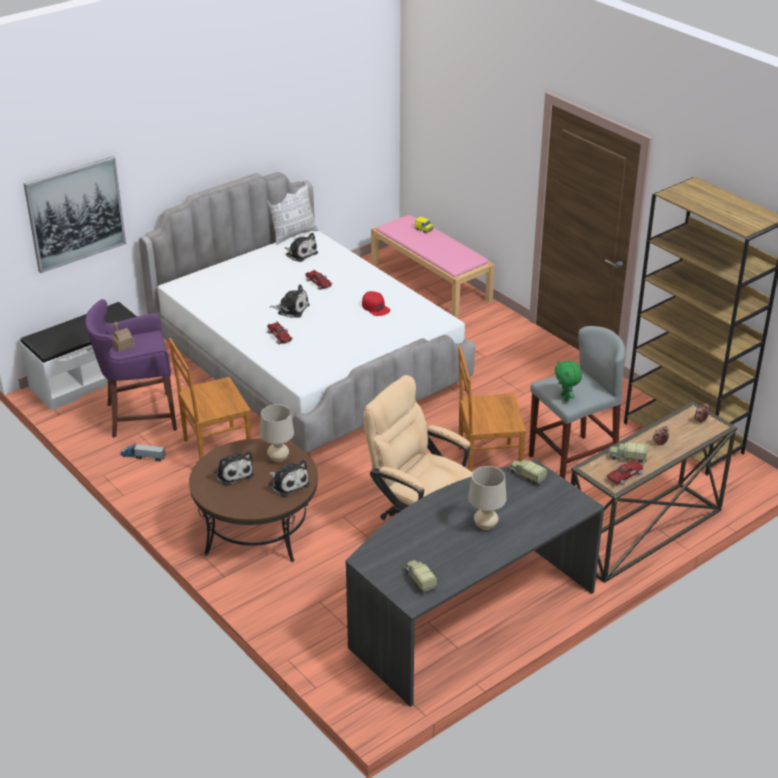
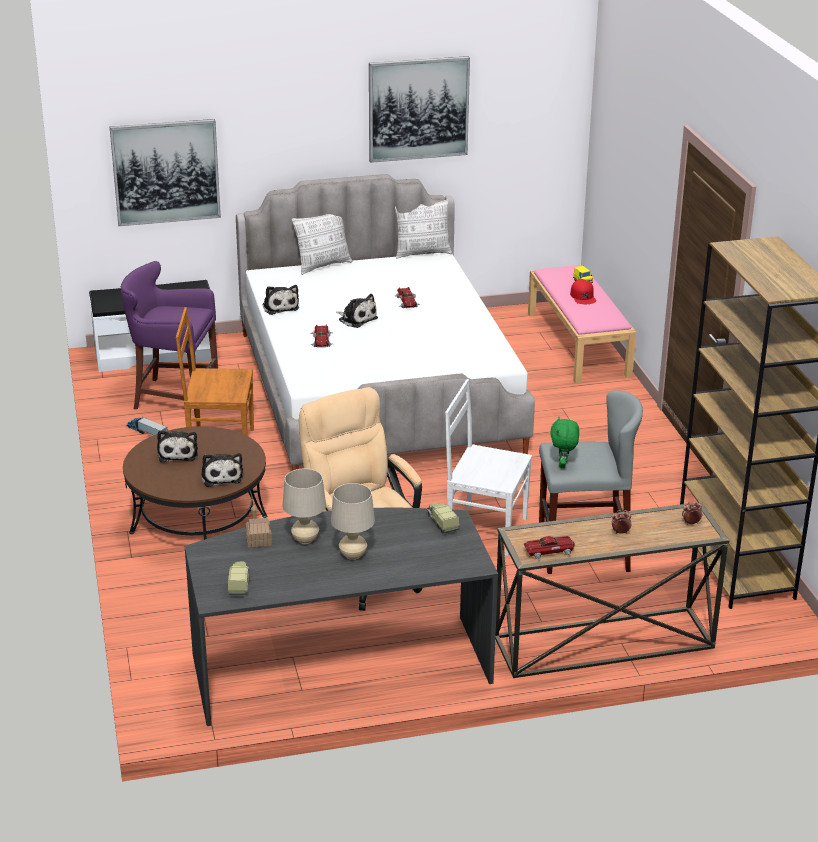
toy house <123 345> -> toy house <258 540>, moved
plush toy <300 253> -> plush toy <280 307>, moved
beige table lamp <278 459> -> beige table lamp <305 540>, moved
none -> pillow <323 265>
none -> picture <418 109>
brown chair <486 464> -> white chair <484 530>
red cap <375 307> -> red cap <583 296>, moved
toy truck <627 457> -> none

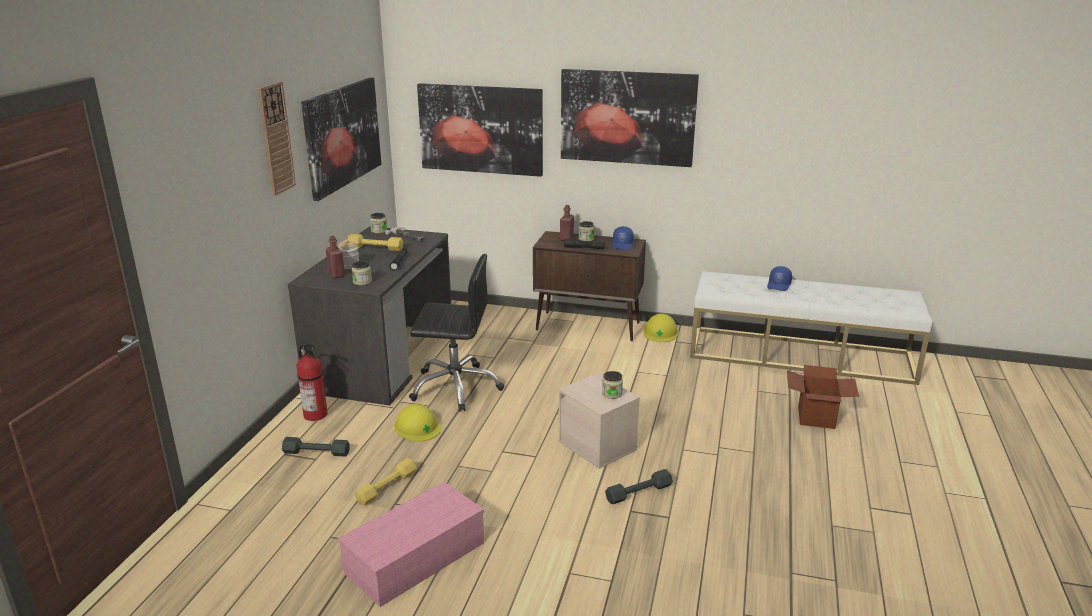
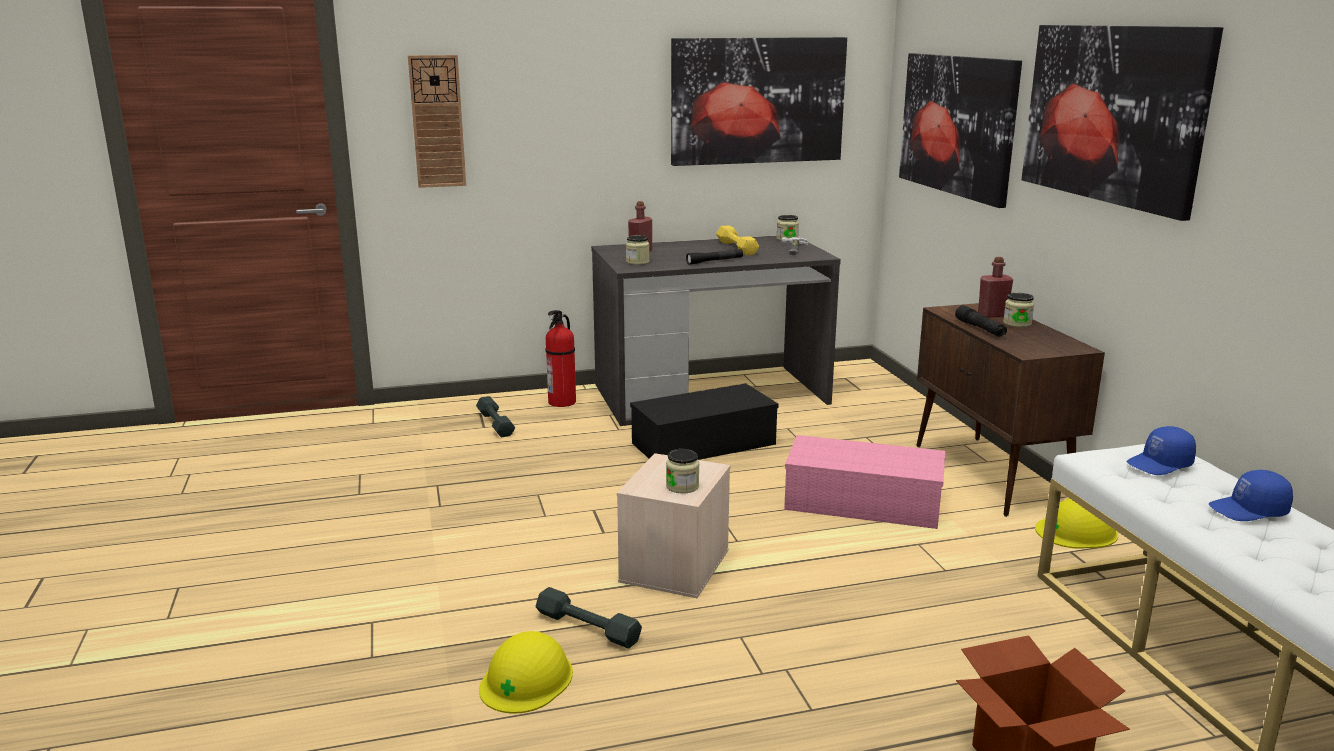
wall clock <276 138> -> wall clock <437 122>, moved
yellow hard hat <417 427> -> yellow hard hat <526 679>, moved
black office chair <456 387> -> black storage box <702 444>
pink storage box <414 559> -> pink storage box <860 503>, moved
blue cap <623 245> -> blue cap <1160 464>, moved
jar <349 266> -> none
yellow dumbbell <386 487> -> none

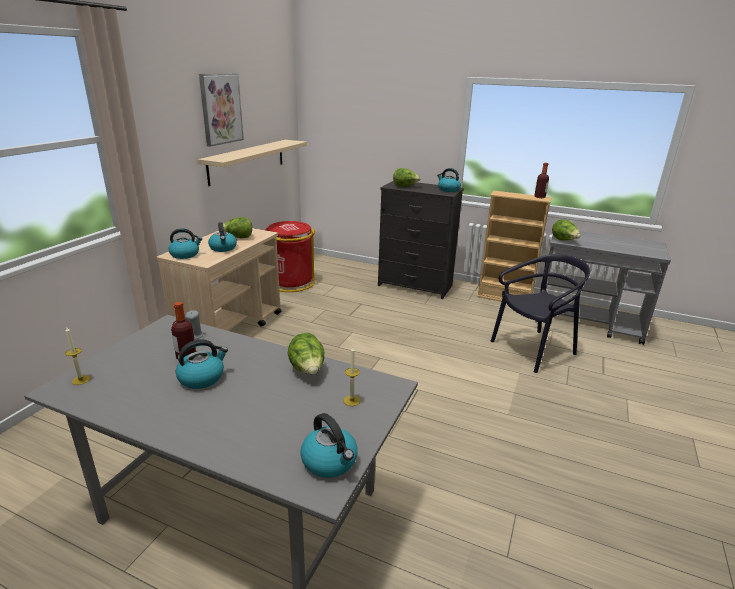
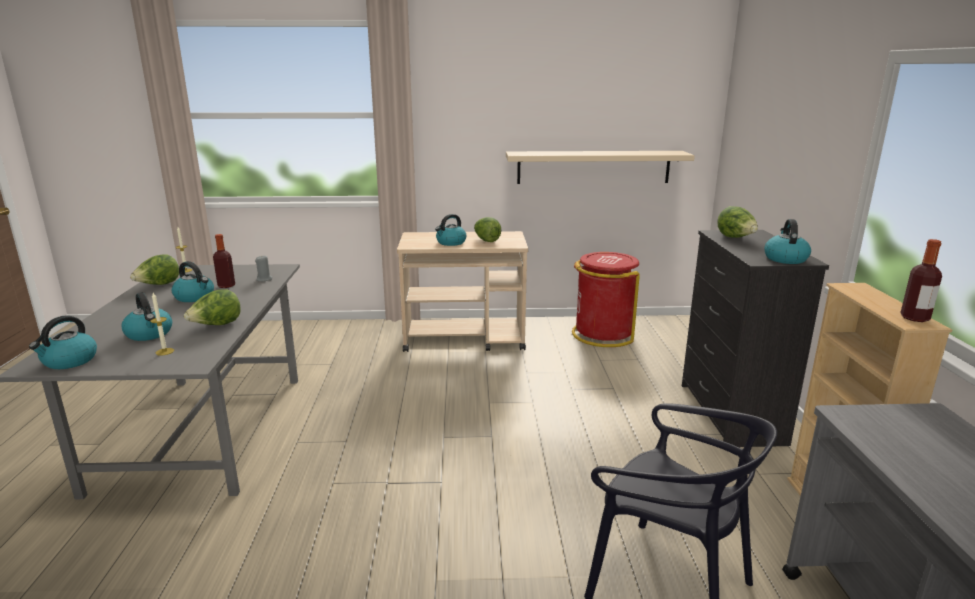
kettle <185 254> -> kettle <149 334>, moved
lettuce <564 240> -> lettuce <159 285>, moved
picture <221 109> -> none

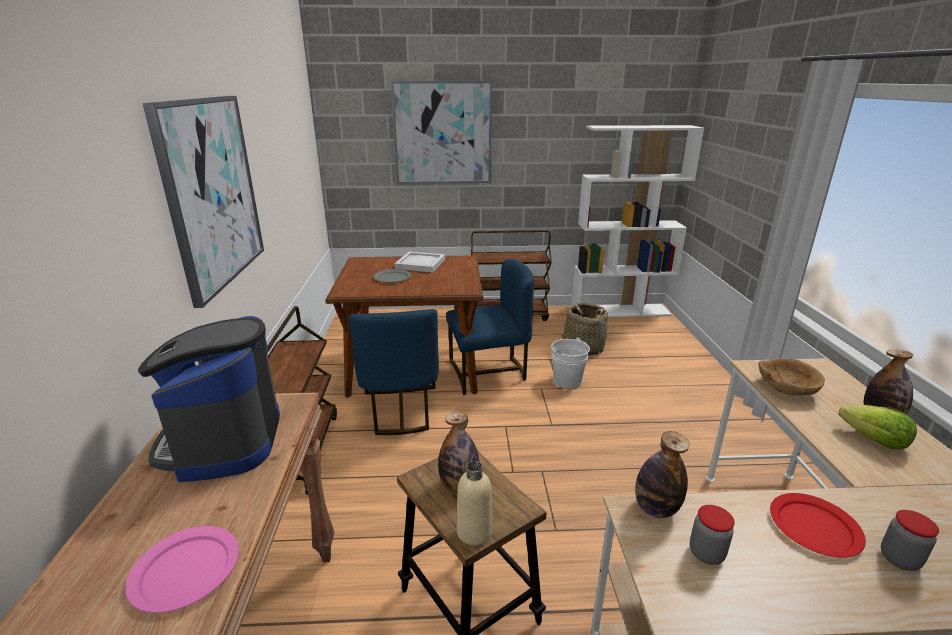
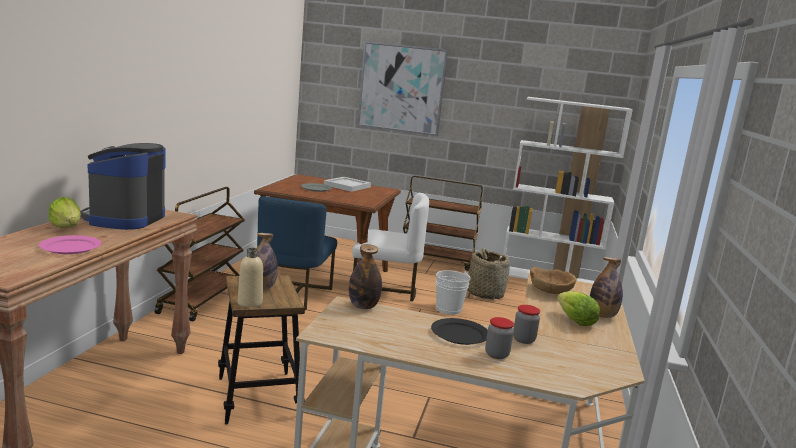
none -> lettuce <67 227>
blue chair <488 373> -> white chair <384 290>
red plate <814 527> -> black plate <459 334>
jar <706 553> -> jar <523 340>, moved
picture <212 193> -> none

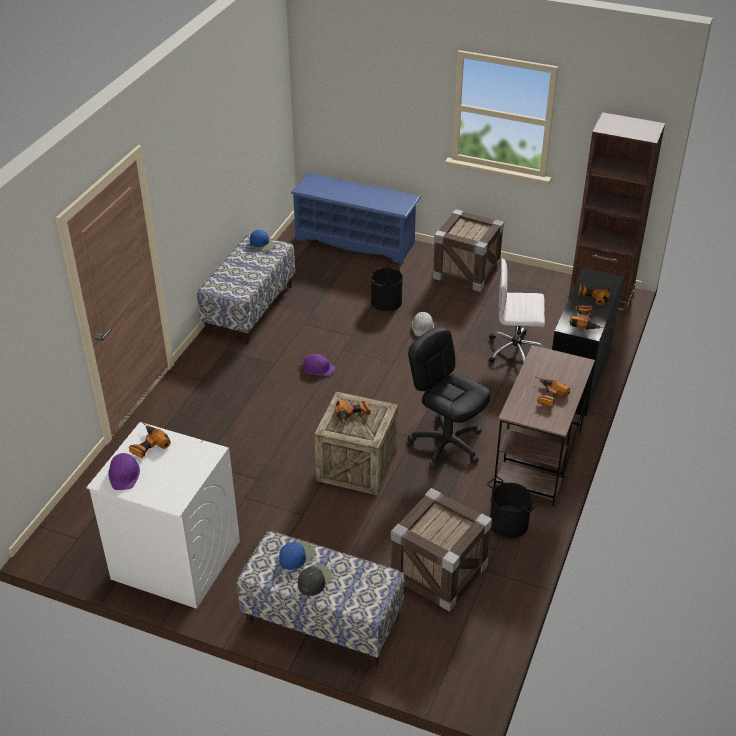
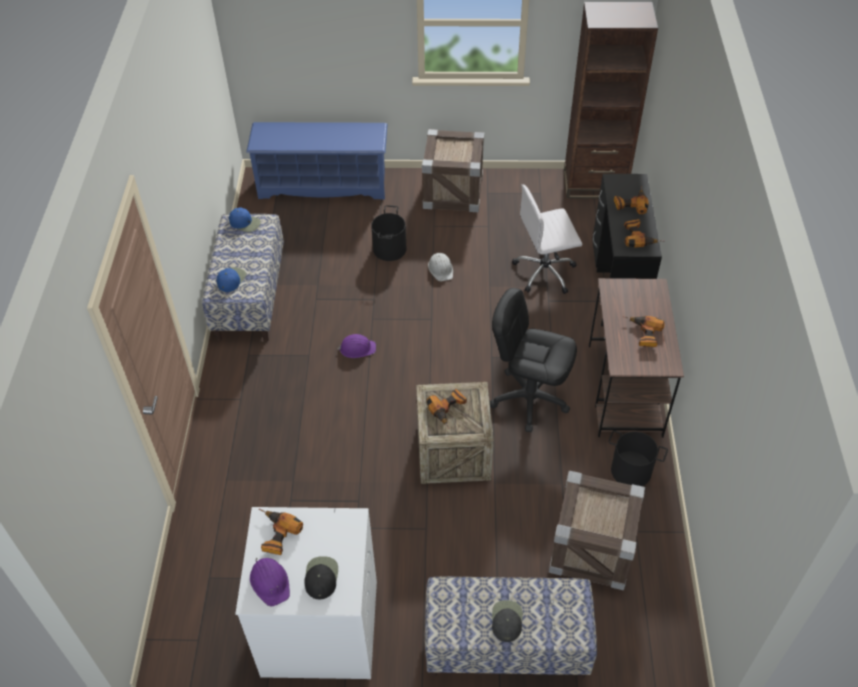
blue cap <296 555> -> blue cap <231 279>, moved
none -> black cap <321 577>

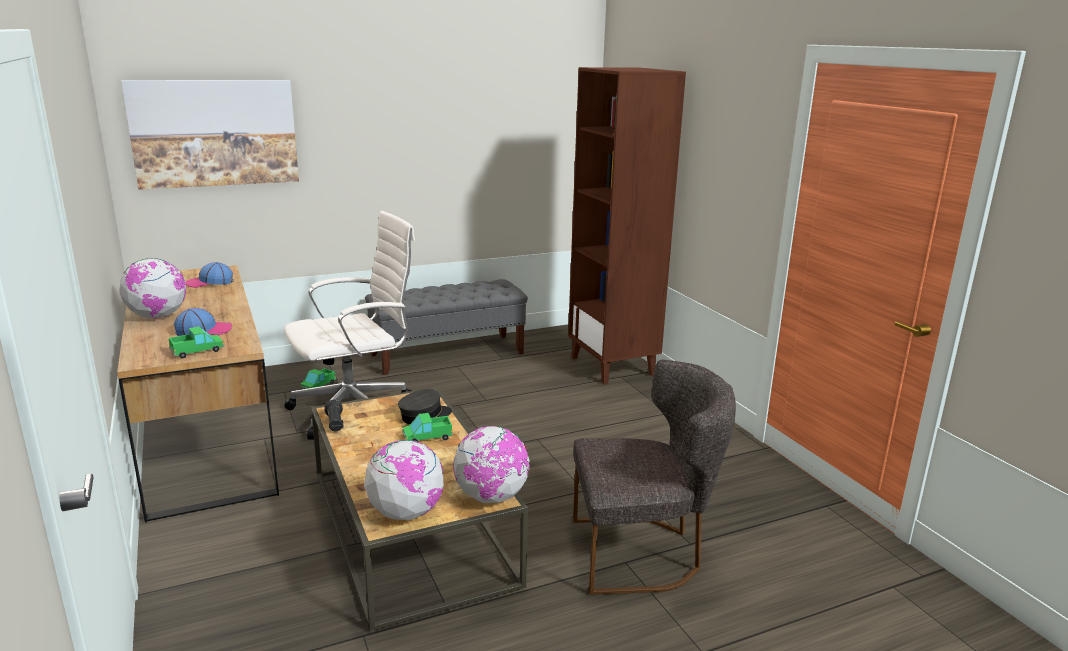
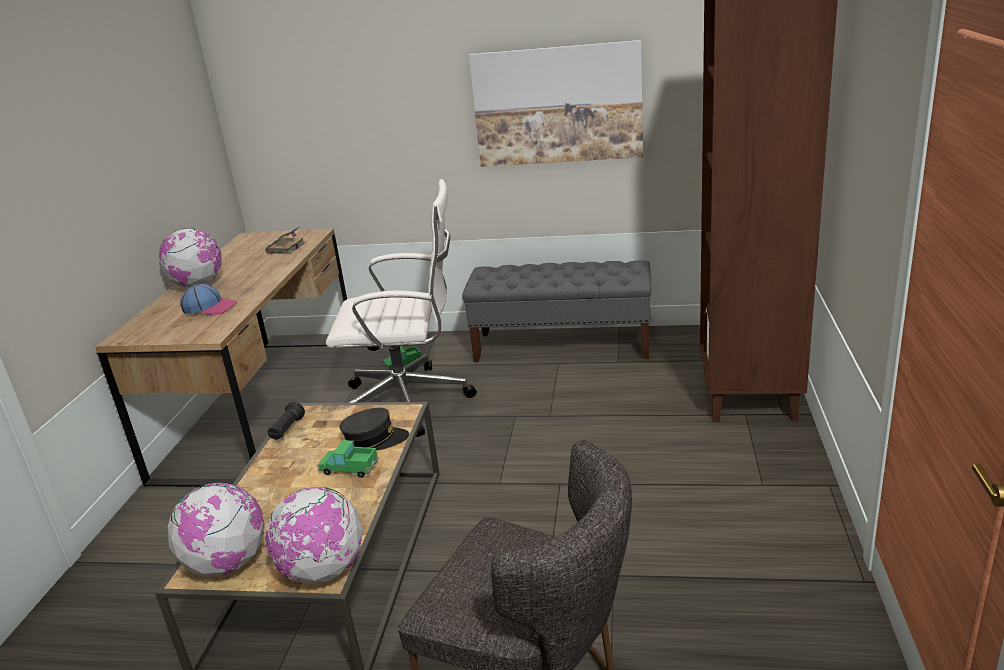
cap <210 282> -> book <285 248>
picture <215 133> -> picture <557 105>, moved
toy truck <197 351> -> none

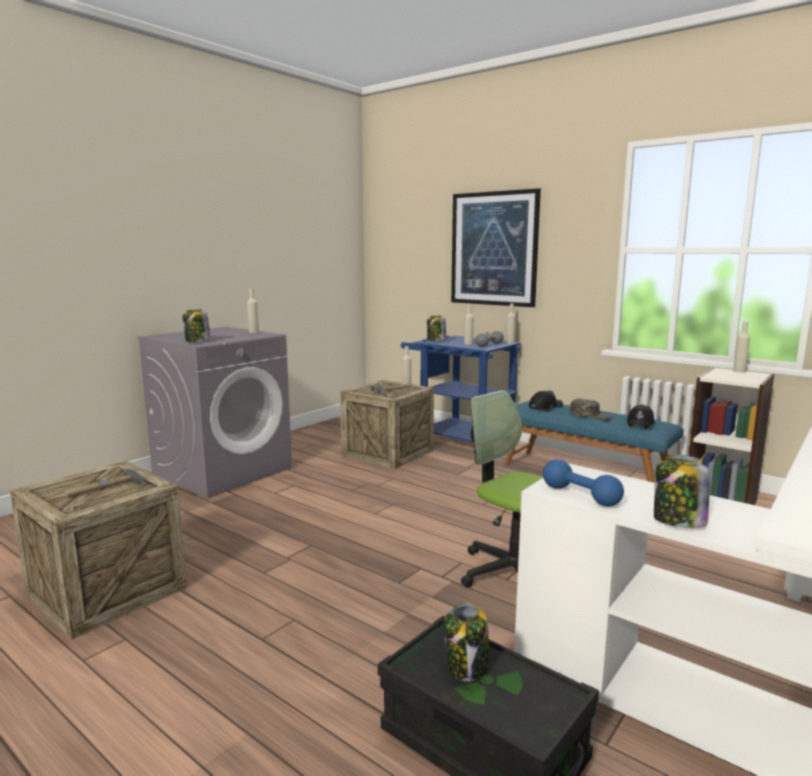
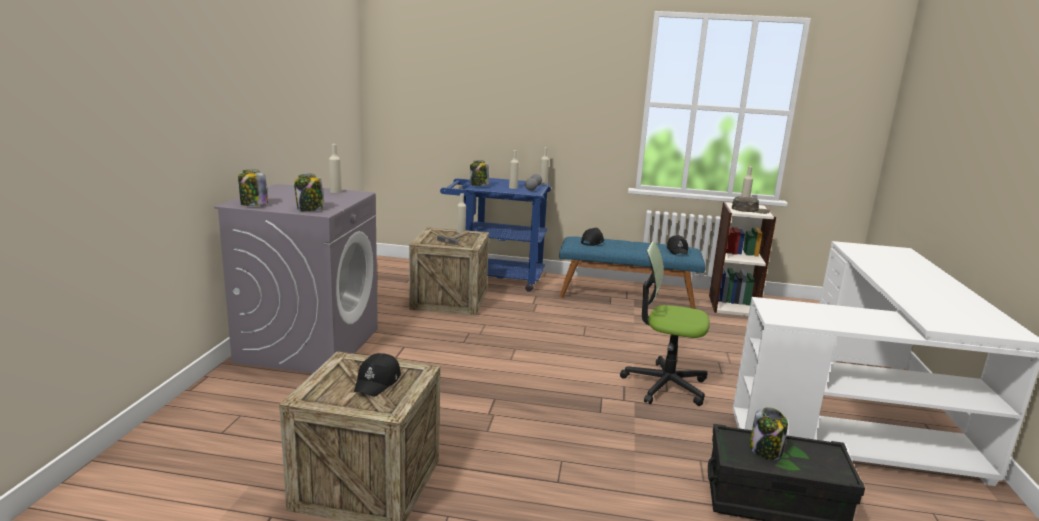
jar <678 521> -> jar <253 205>, moved
hammer <104 488> -> black cap <378 382>
green cap <590 415> -> green cap <750 210>, moved
picture <493 249> -> none
blue dumbbell <580 496> -> none

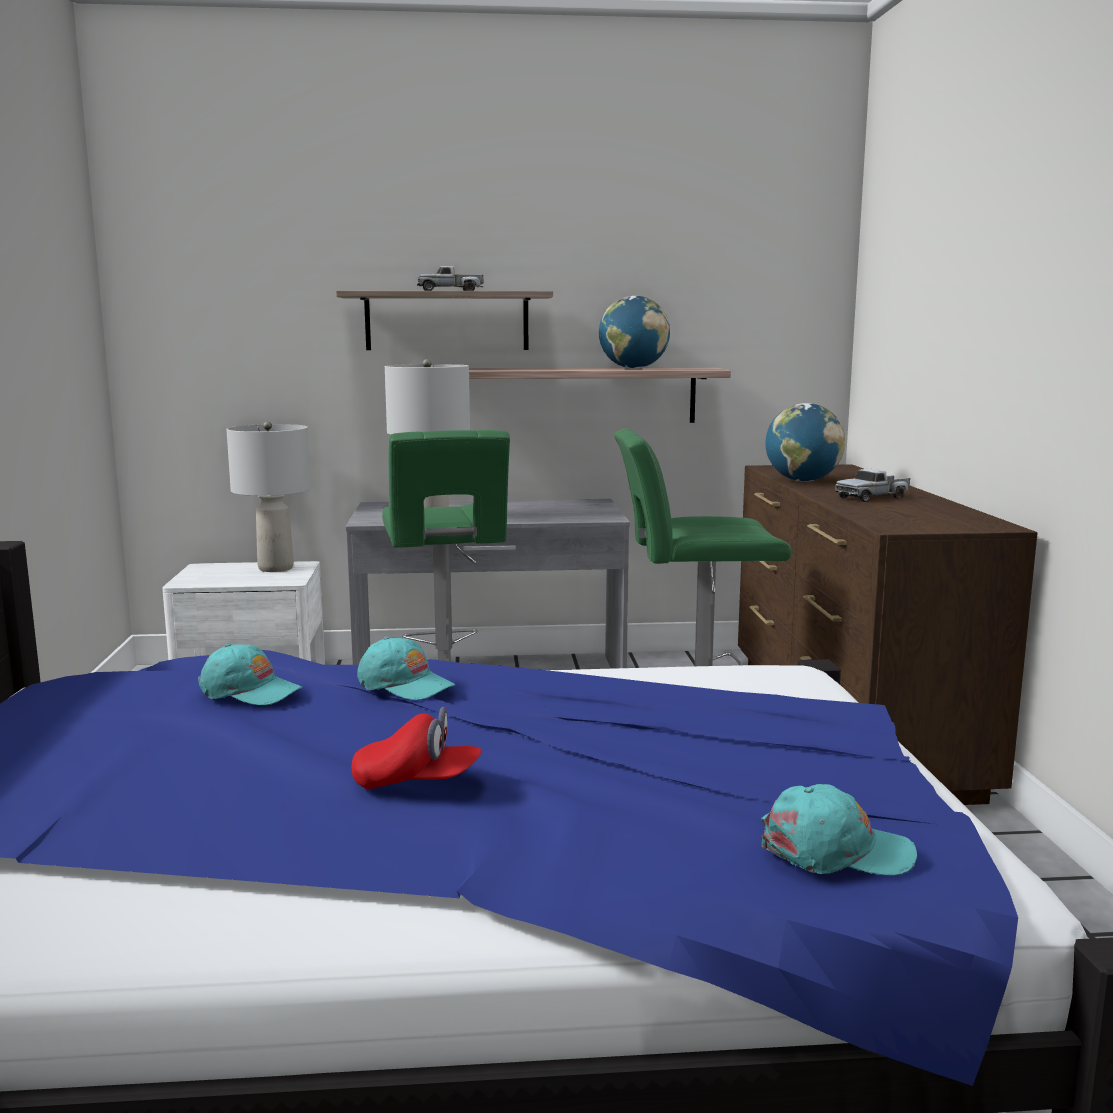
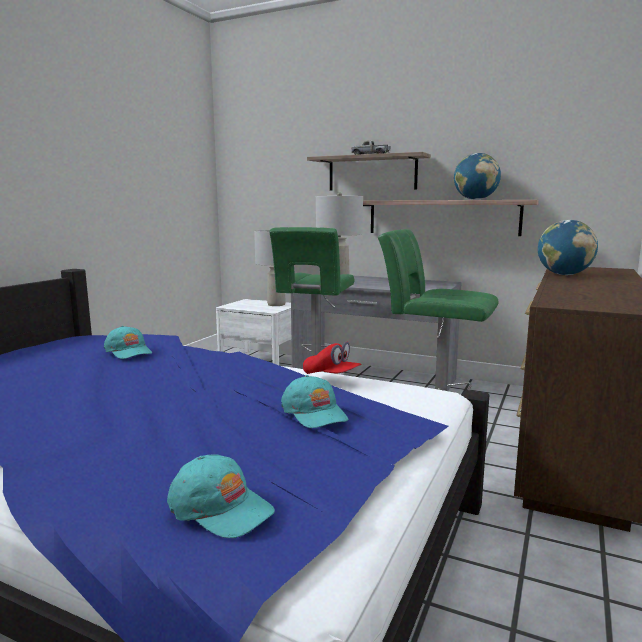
turquoise cap <405 684> -> turquoise cap <315 413>, moved
red cap <417 783> -> red cap <331 376>, moved
toy truck <873 497> -> none

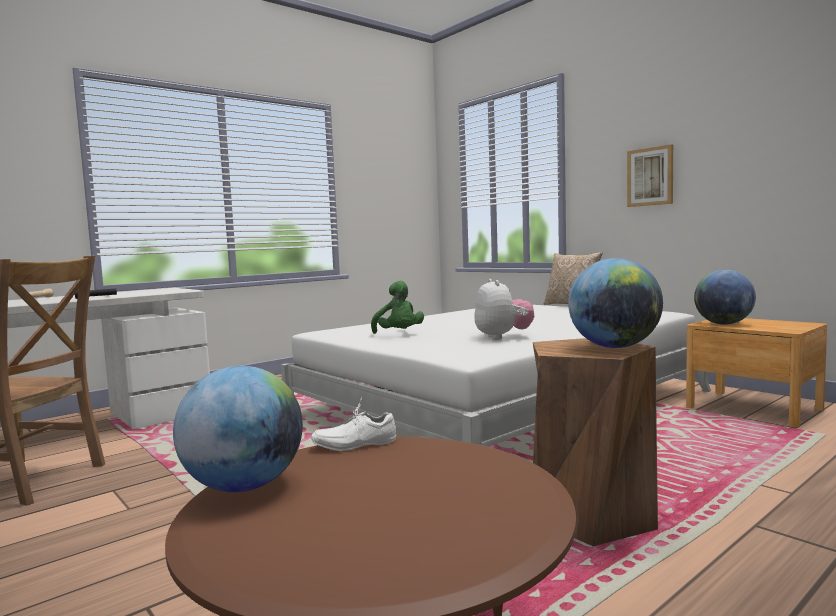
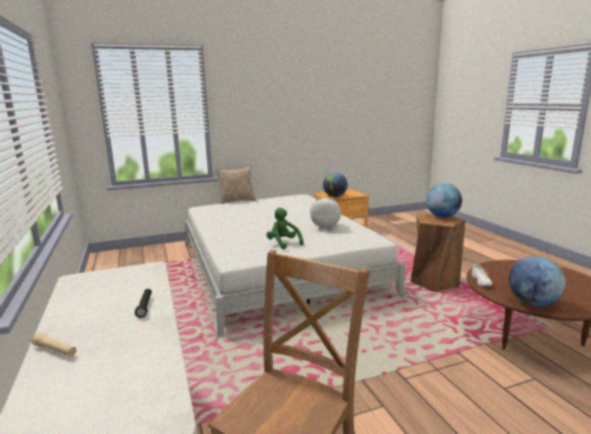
green plush toy <399 334> -> green plush toy <283 243>, 120 degrees counterclockwise
picture <650 176> -> none

